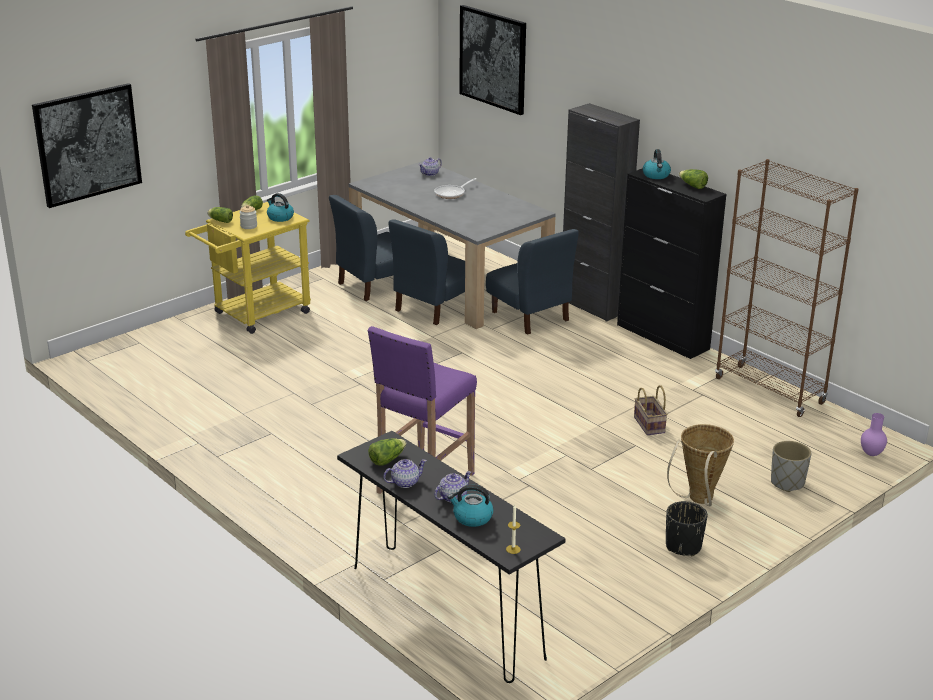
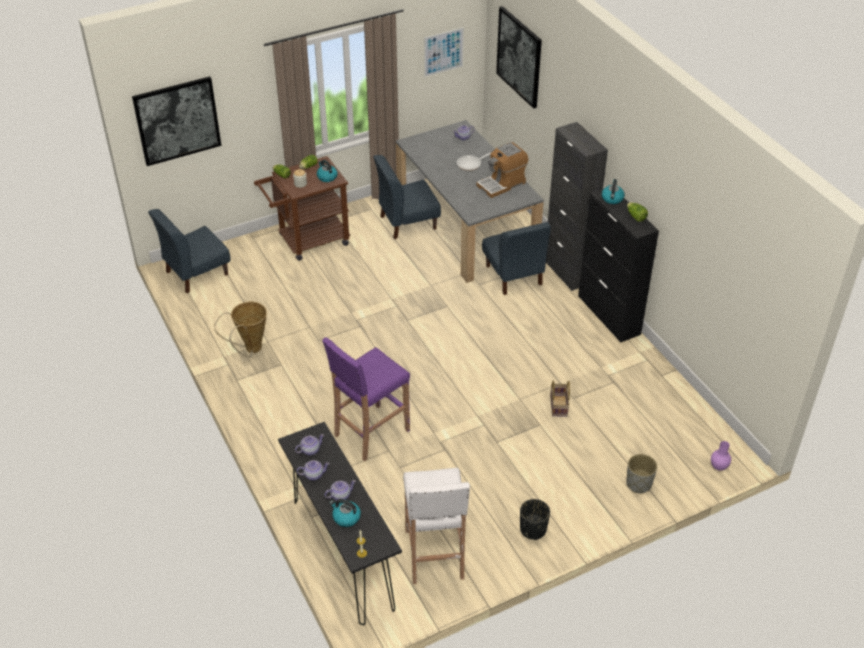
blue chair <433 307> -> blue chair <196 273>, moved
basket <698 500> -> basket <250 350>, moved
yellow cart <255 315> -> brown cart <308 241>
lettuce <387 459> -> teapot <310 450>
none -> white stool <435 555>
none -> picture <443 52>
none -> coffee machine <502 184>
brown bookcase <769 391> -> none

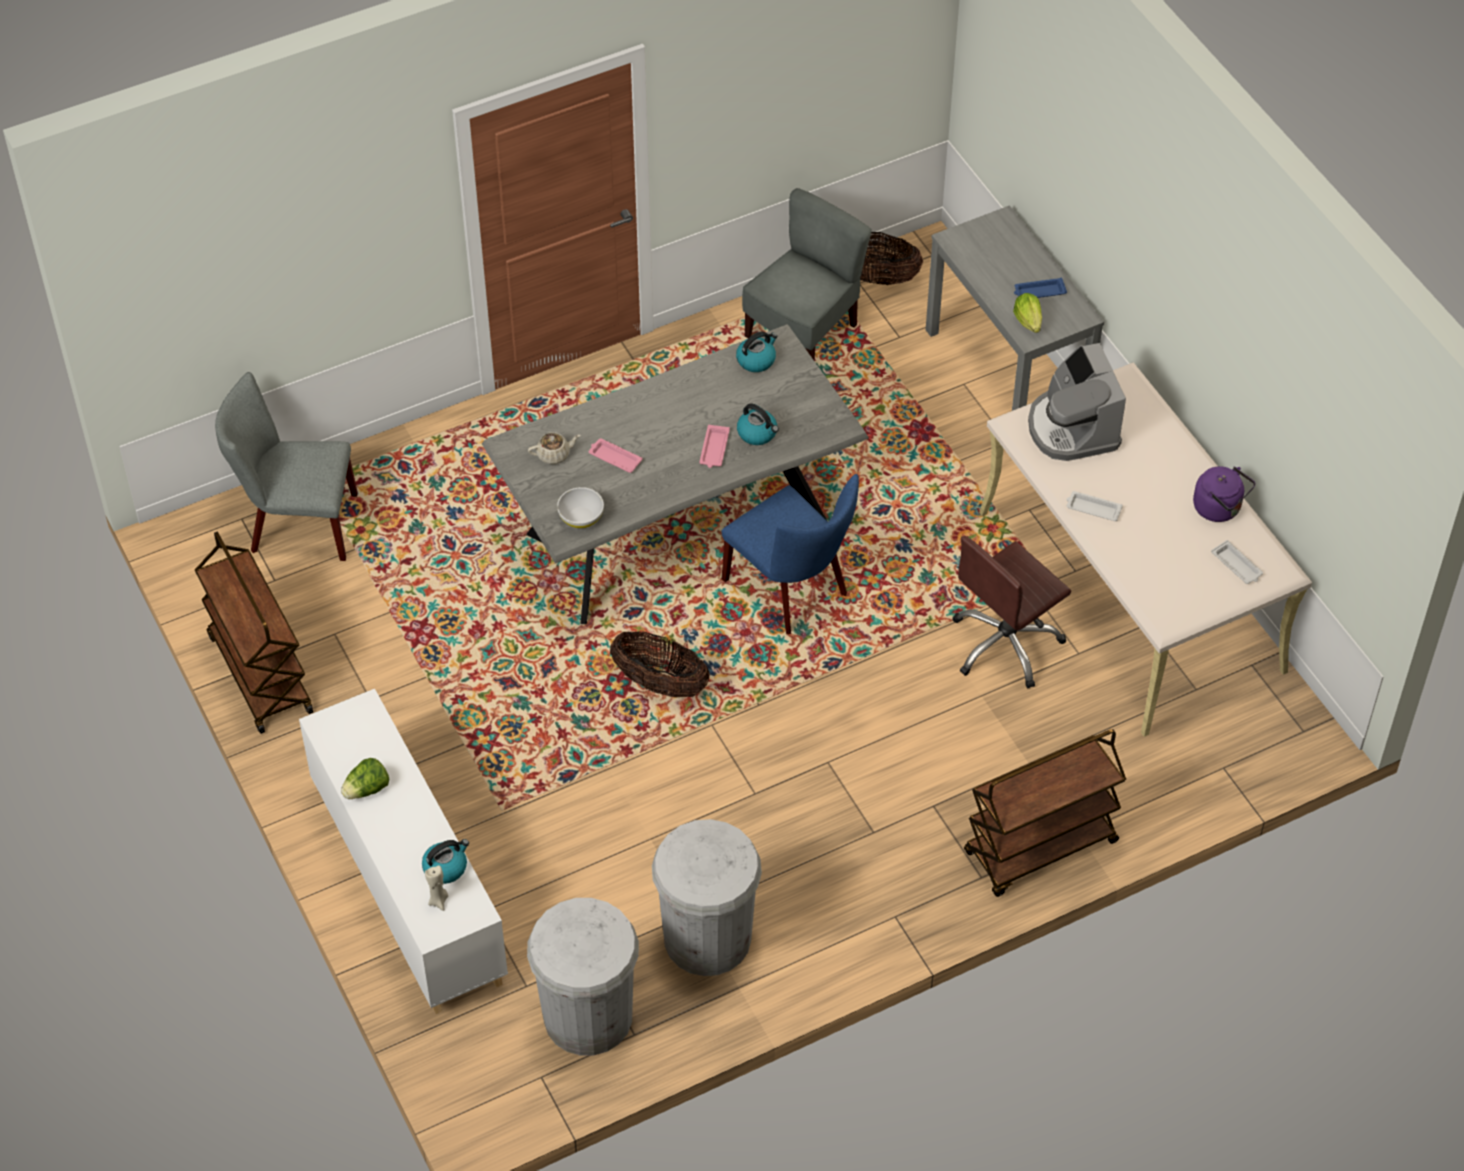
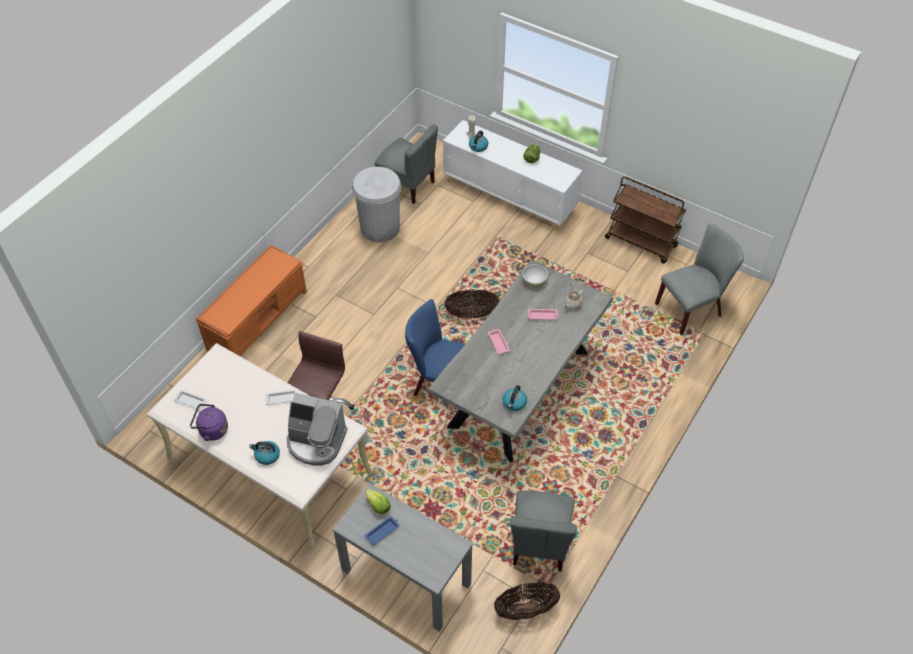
brown cart <1040 849> -> orange bench <258 319>
kettle <758 433> -> kettle <267 455>, moved
coffee machine <1072 428> -> coffee machine <316 442>, 150 degrees clockwise
white trash can <588 1016> -> grey chair <407 185>

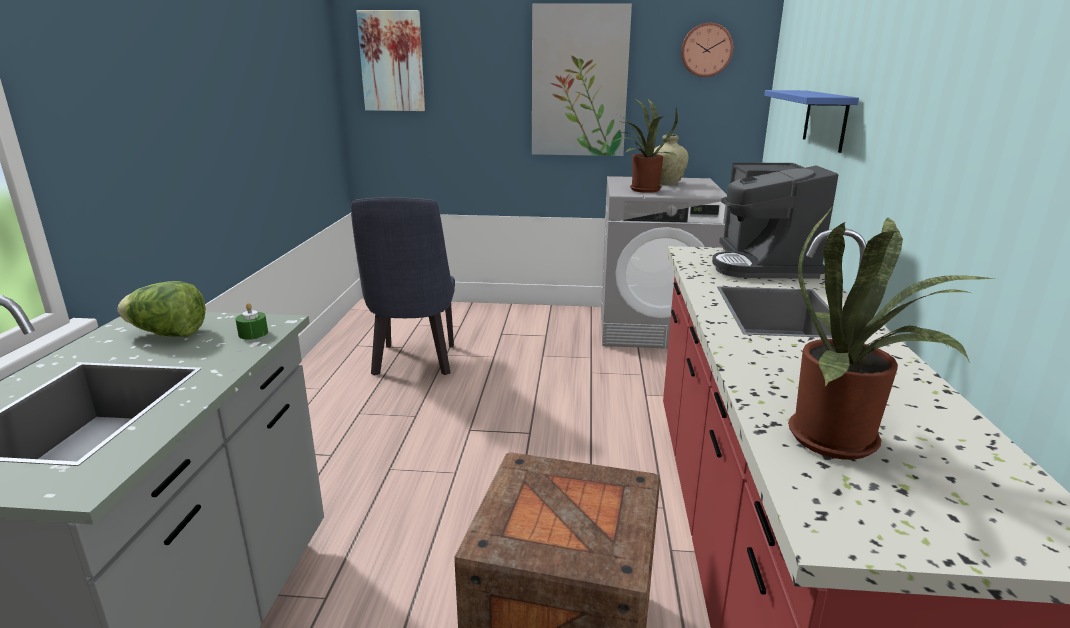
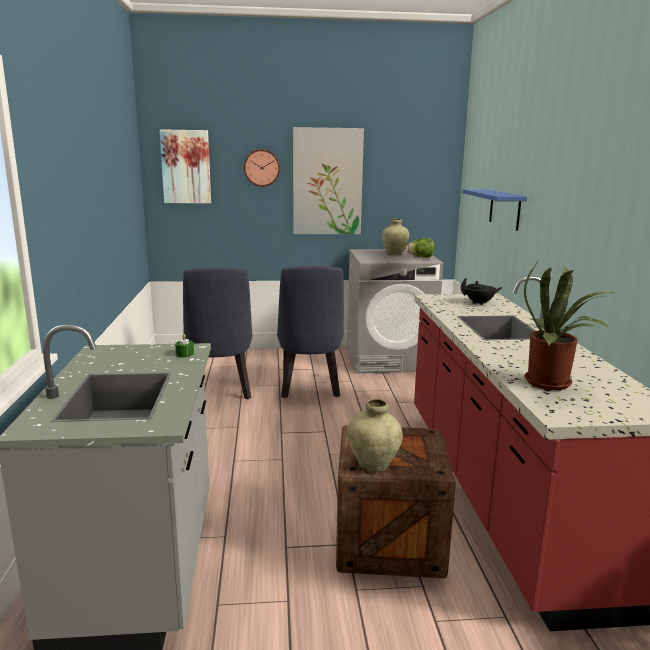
wall clock <706 50> -> wall clock <261 168>, moved
none -> blue chair <310 390>
none -> beige vase <373 465>
lettuce <168 334> -> lettuce <420 257>, moved
coffee machine <763 265> -> black teapot <479 303>
potted plant <641 190> -> none

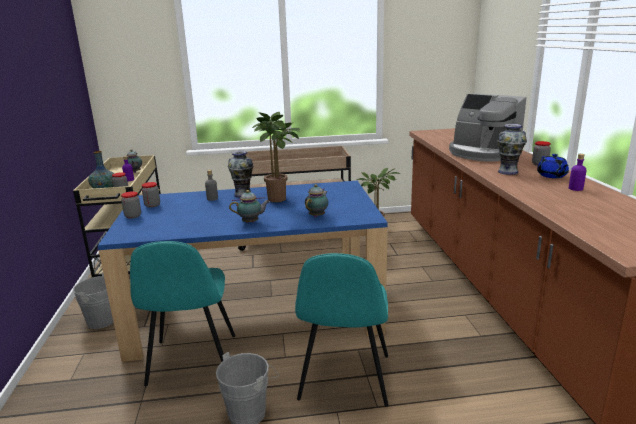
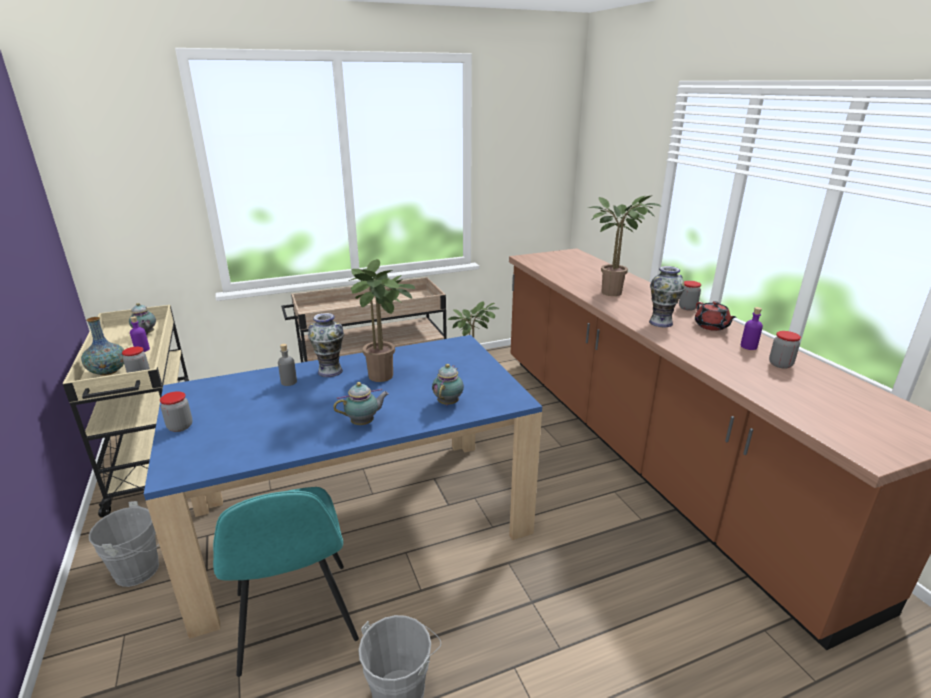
coffee machine <482 153> -> potted plant <614 292>
blue teapot <552 176> -> red teapot <711 326>
jar <152 205> -> jar <780 364>, moved
turquoise chair <344 379> -> none

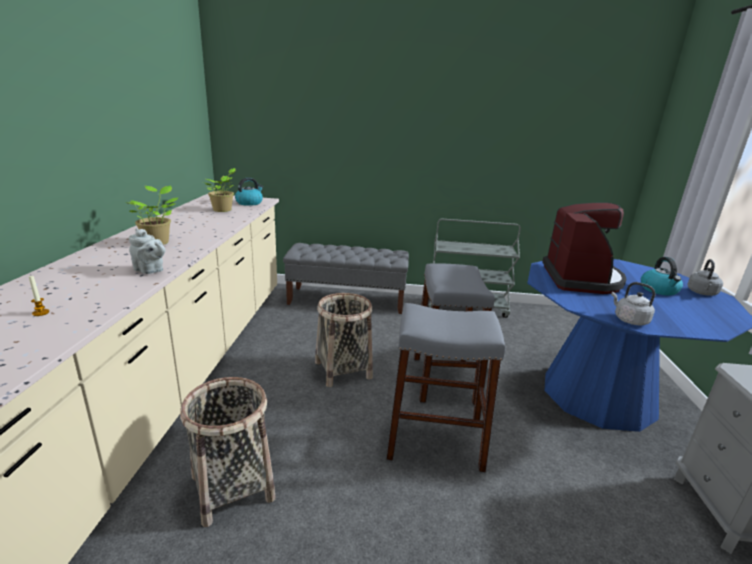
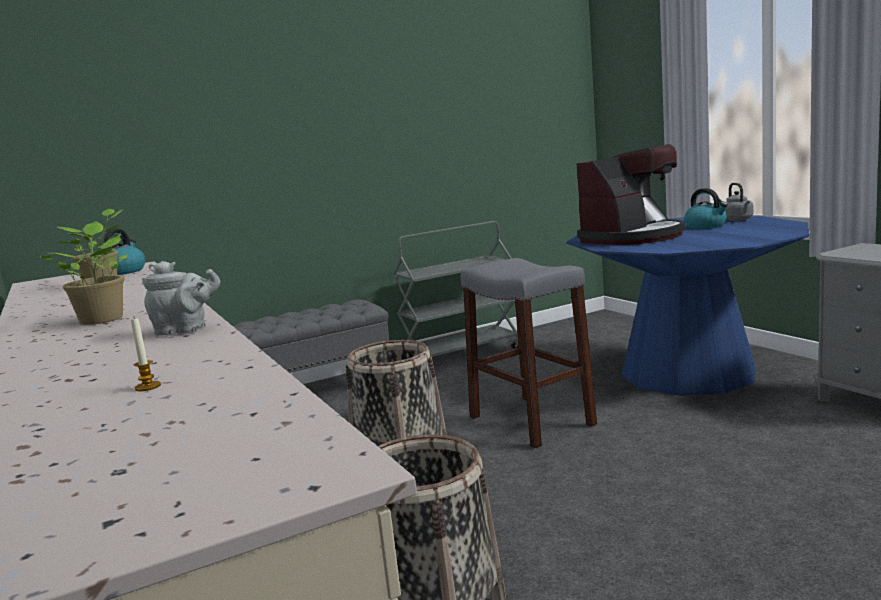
coffee machine <581 279> -> coffee machine <633 237>, 75 degrees clockwise
grey stool <435 441> -> none
grey kettle <629 320> -> none

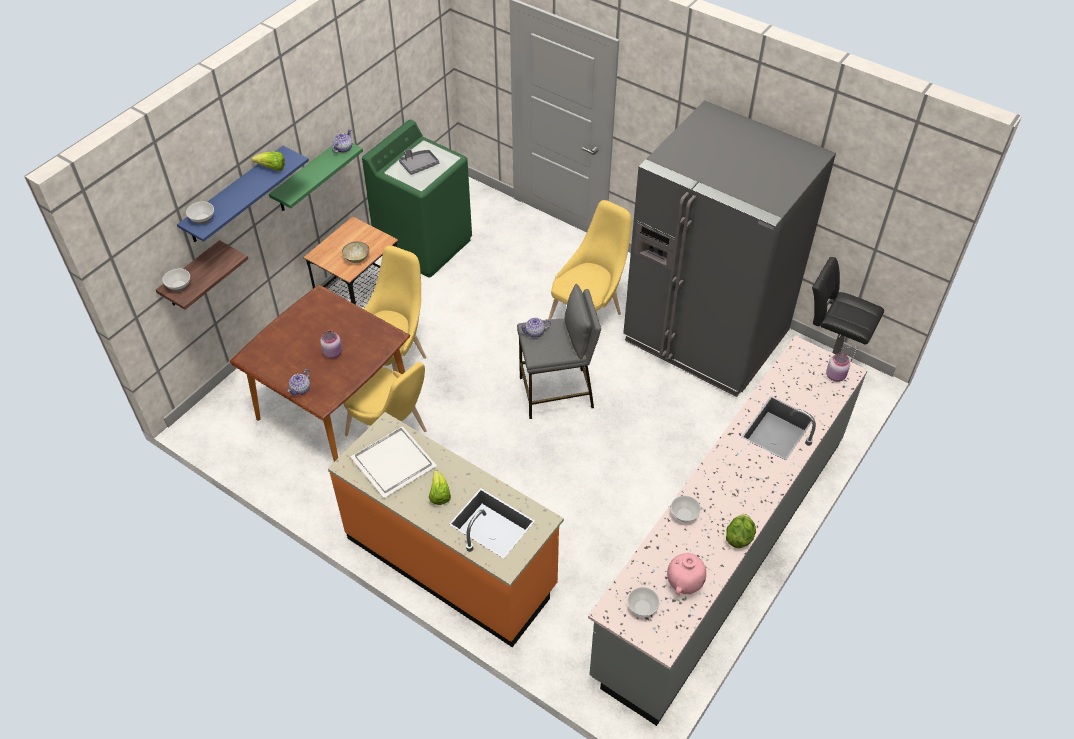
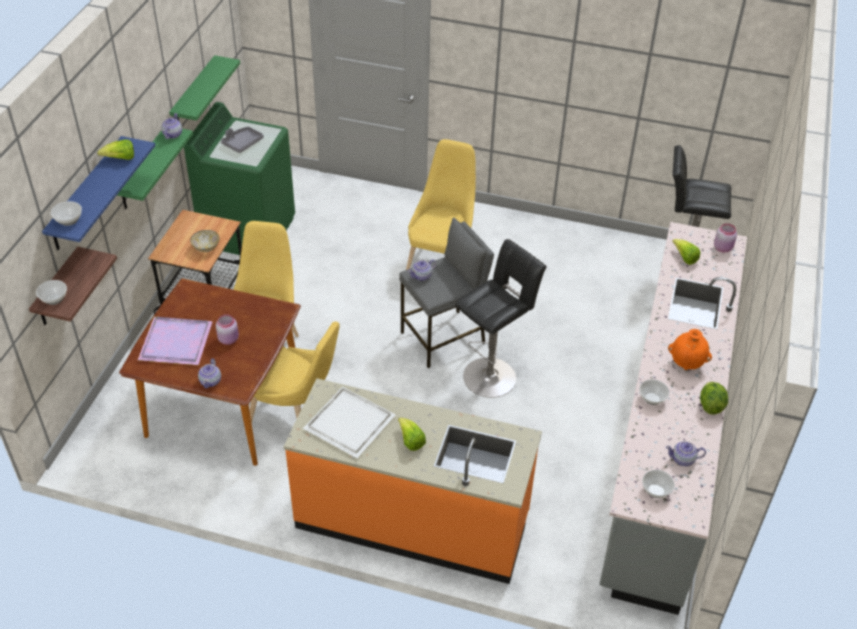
none -> purple tray <175 341>
none -> green shelf <194 95>
none -> black stool <492 375>
pink vase <684 584> -> teapot <683 459>
none -> orange vase <687 364>
none -> lettuce <684 258>
grey fridge <706 336> -> none

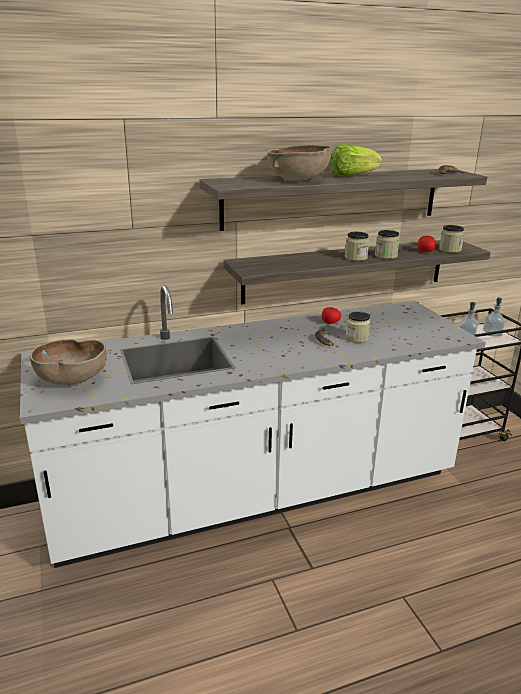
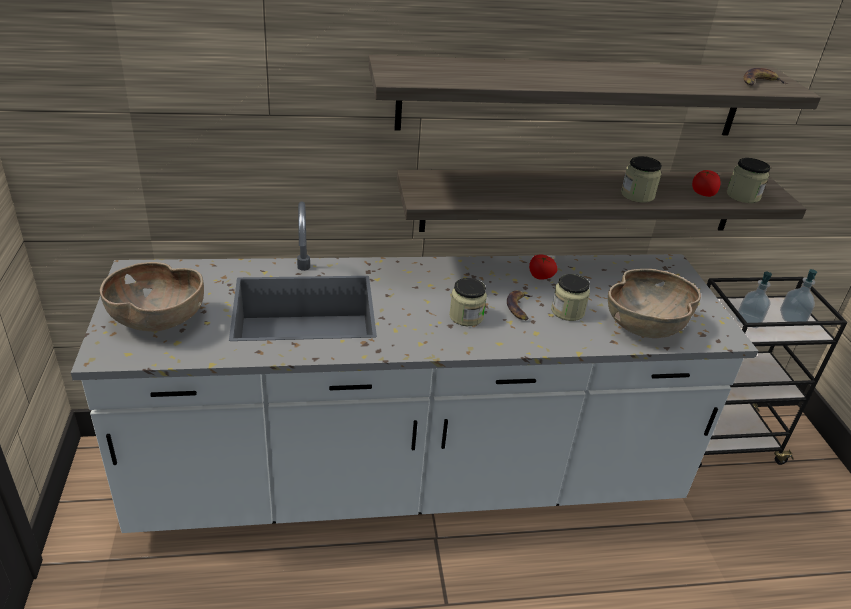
jar <356 258> -> jar <466 316>, moved
brown bowl <299 180> -> brown bowl <646 326>, moved
lettuce <351 176> -> none

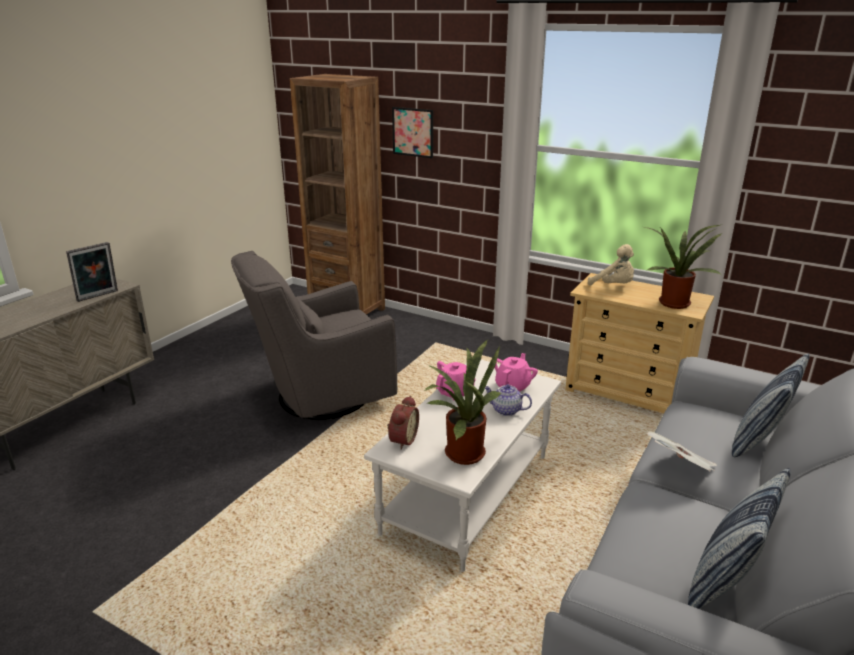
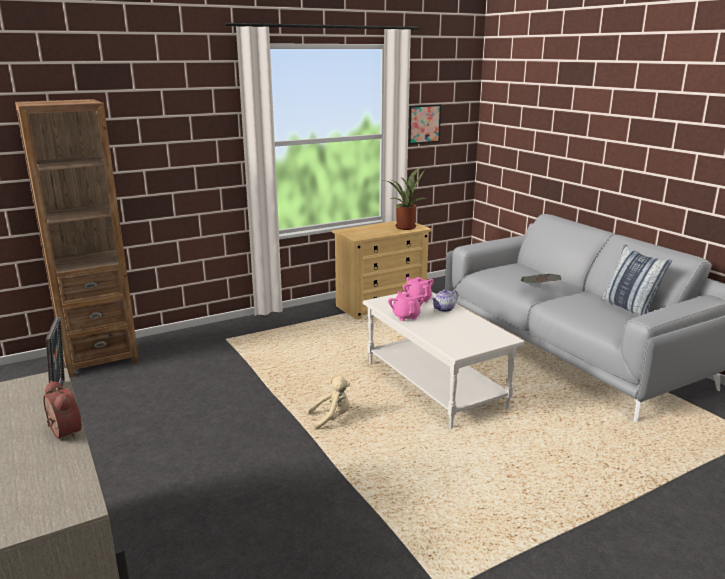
alarm clock <402 440> -> alarm clock <62 433>, moved
beige plush toy <614 286> -> beige plush toy <332 418>, moved
picture <413 132> -> picture <424 124>, moved
grey armchair <320 396> -> none
potted plant <461 452> -> none
pillow <759 441> -> none

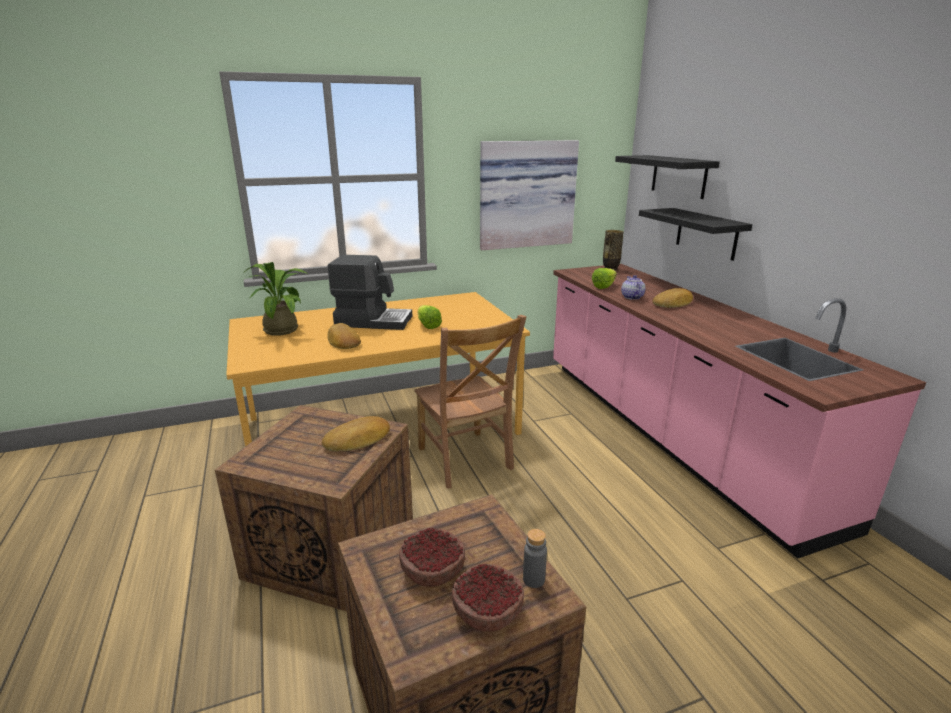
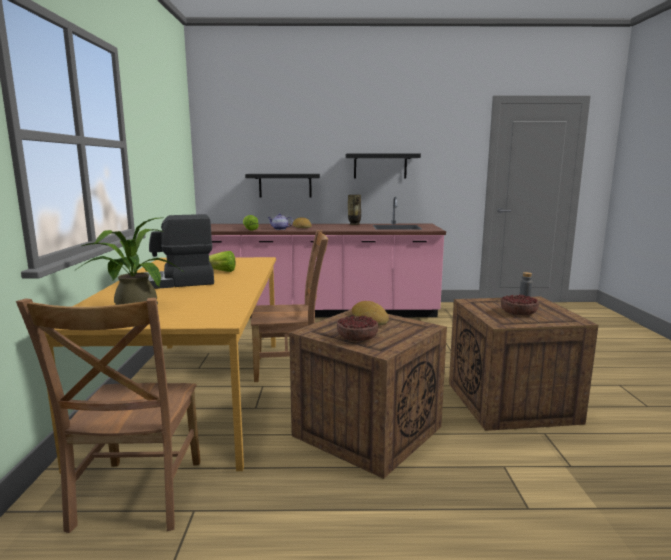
none -> brown chair <136 497>
coffee machine <373 321> -> coffee machine <176 282>, 135 degrees counterclockwise
bowl <487 610> -> bowl <356 338>, moved
black shelf <679 176> -> black shelf <380 166>, moved
vase <610 269> -> vase <354 224>, moved
bread <343 341> -> none
picture <526 194> -> none

